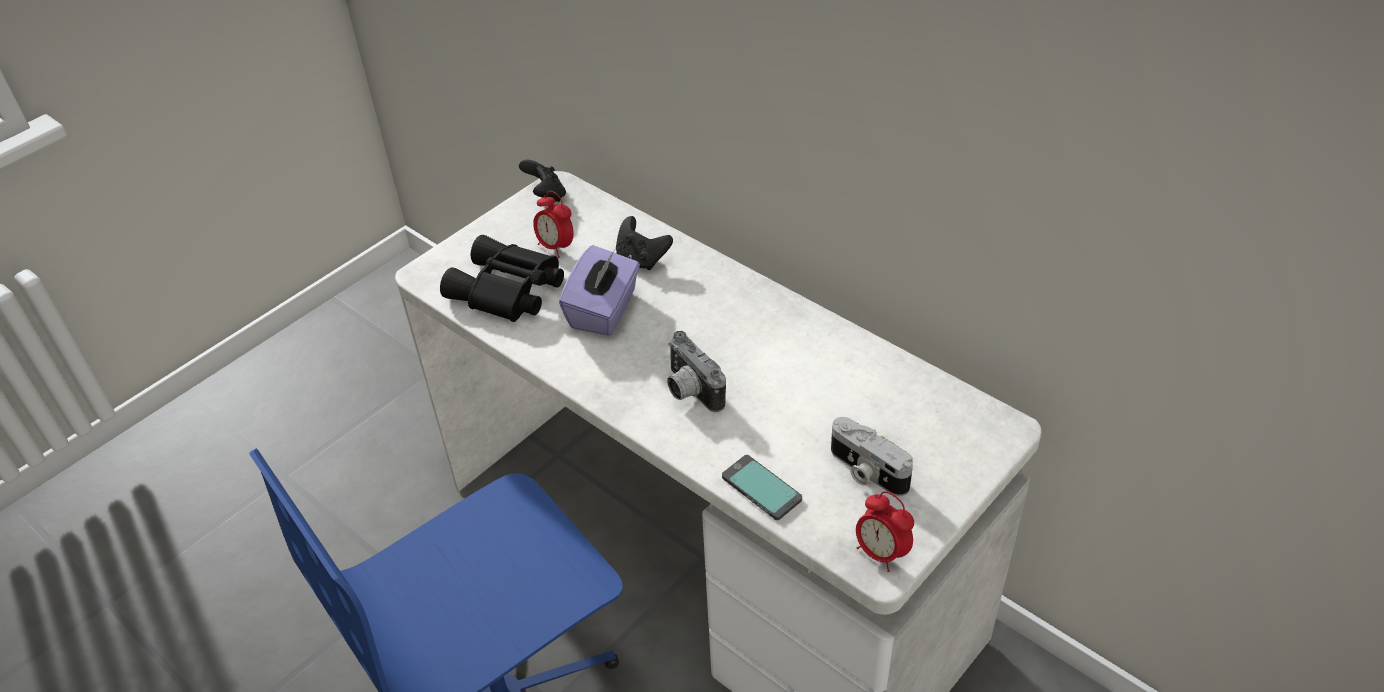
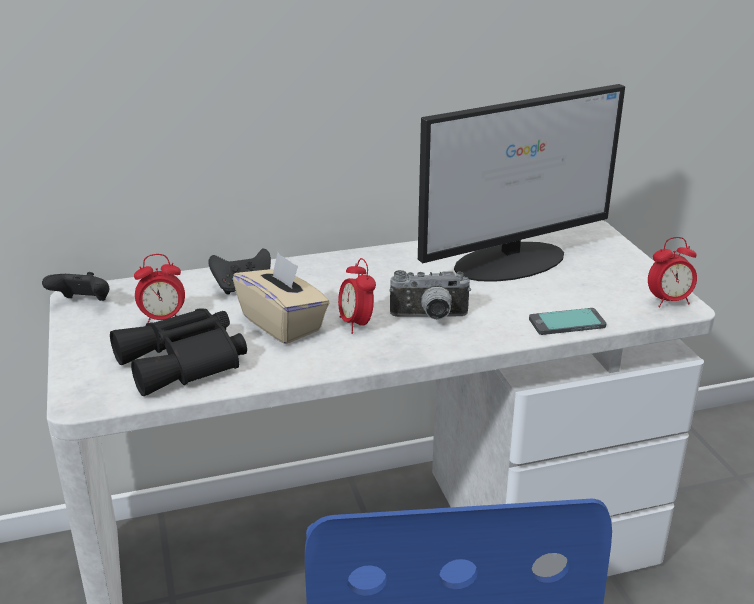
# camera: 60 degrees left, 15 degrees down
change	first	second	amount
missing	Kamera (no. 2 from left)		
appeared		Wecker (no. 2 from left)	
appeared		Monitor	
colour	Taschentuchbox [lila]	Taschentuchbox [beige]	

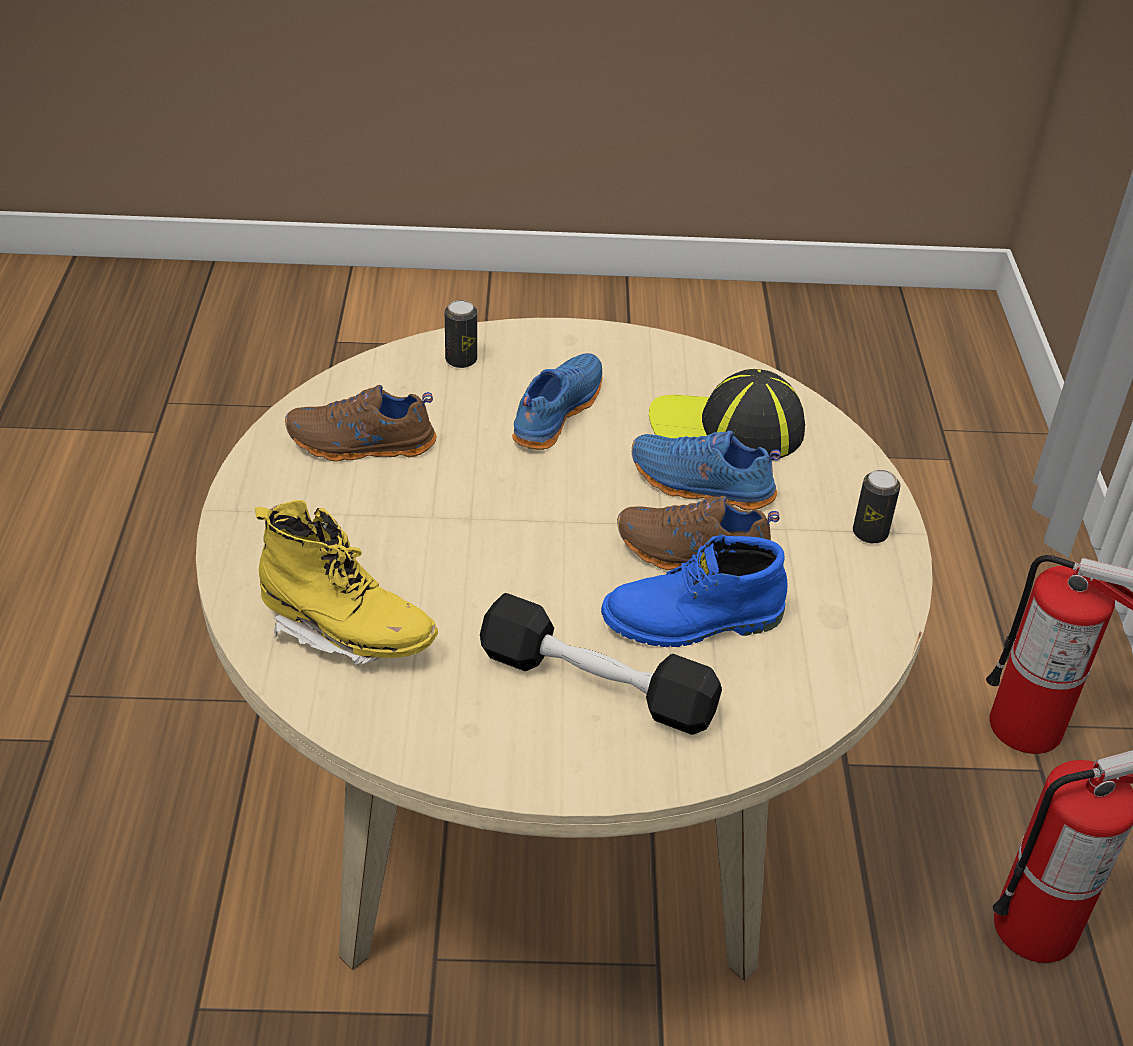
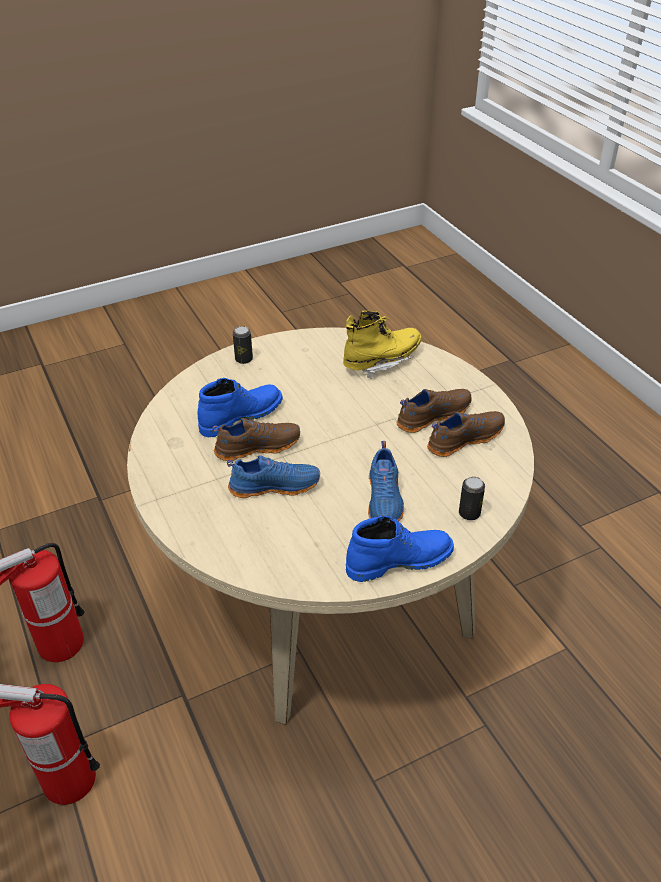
# camera: 155 degrees right, 0 degrees up
change	first	second	amount
missing	Hantel [schwarz]		
missing	Kappe		
appeared		Stiefel [blau] (no. 2 from left)	
appeared		Schuh [braun] (no. 2 from left)	
relocated	Dose (no. 2 from left in the first image)	Dose (no. 1 from left)	
spun	Stiefel [gelb]		150 degrees clockwise

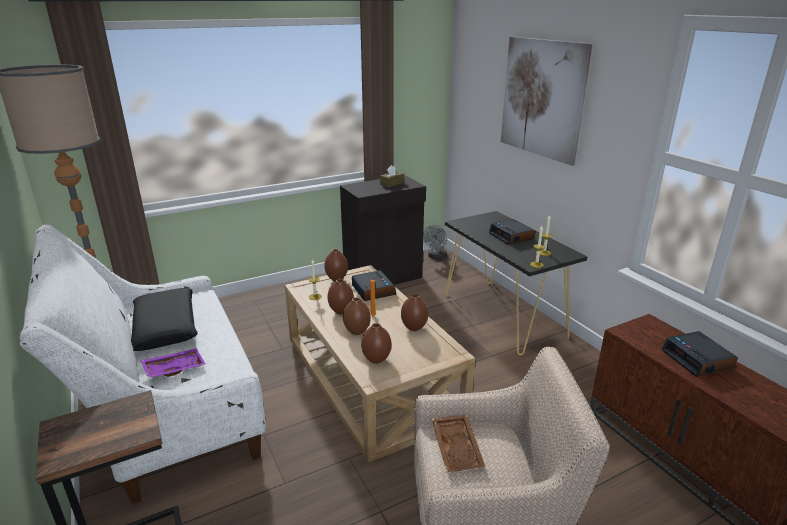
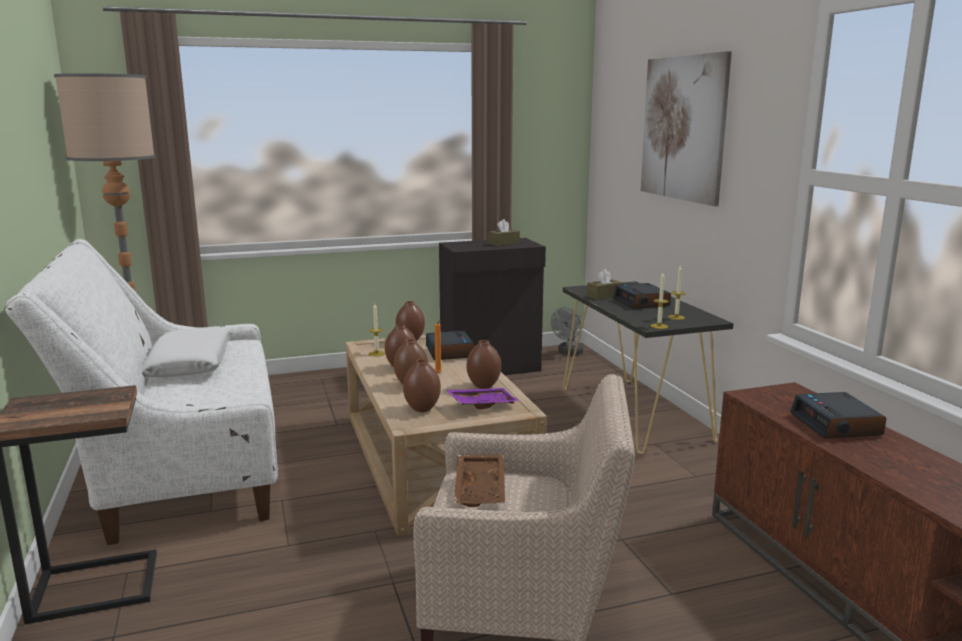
# camera: 10 degrees right, 10 degrees down
change	first	second	amount
appeared		Taschentuchbox [braun] (no. 2 from left)	
relocated	Tablett [lila]		
colour	Kissen [schwarz]	Kissen [weiß]	

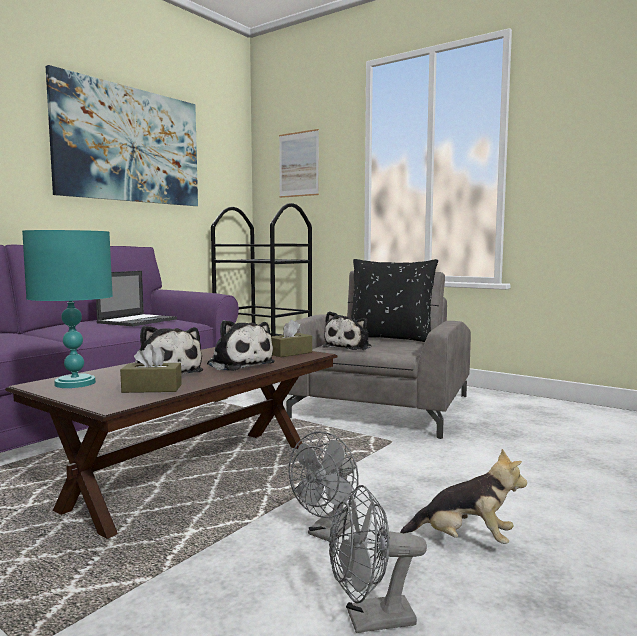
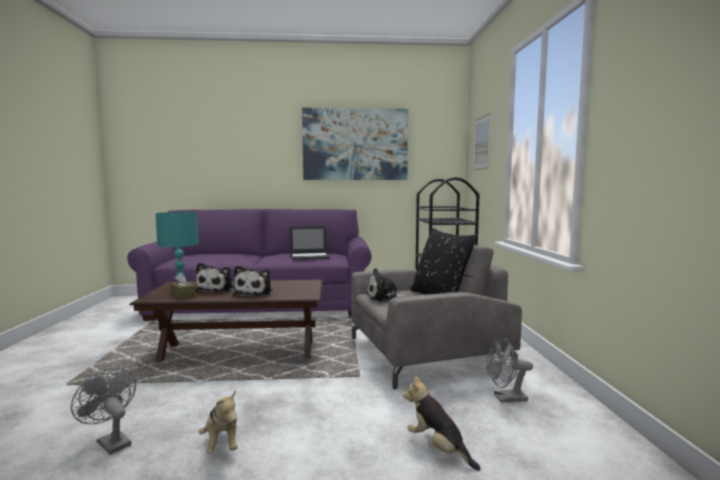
# camera: 50 degrees right, 0 degrees up
change	first	second	amount
missing	Taschentuchbox [braun] (no. 2 from left)		
appeared		Plüschtier (no. 5 from left)	
relocated	Ventilator [grau] (no. 1 from left in the first image)	Ventilator [grau] (no. 2 from left)	

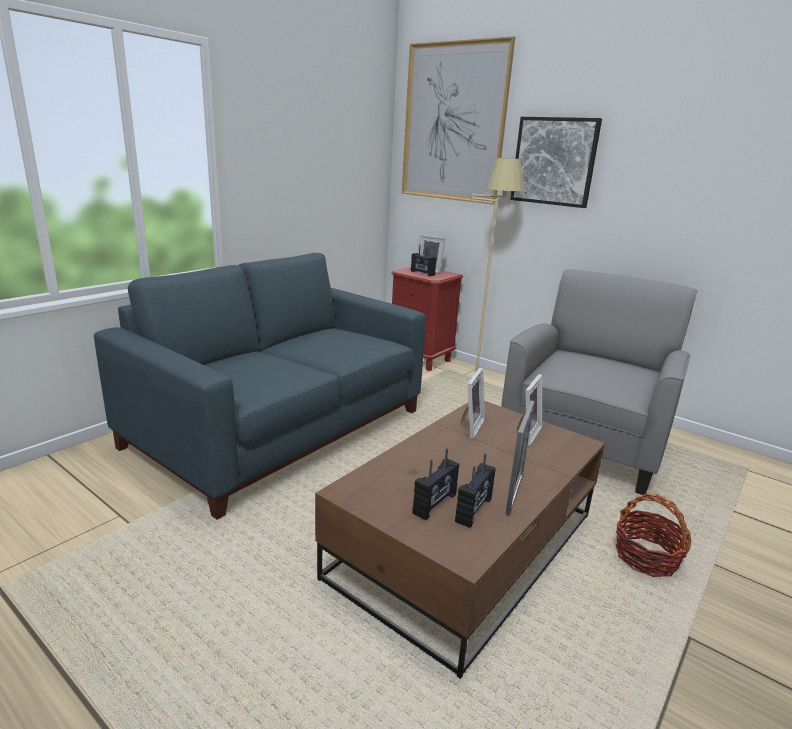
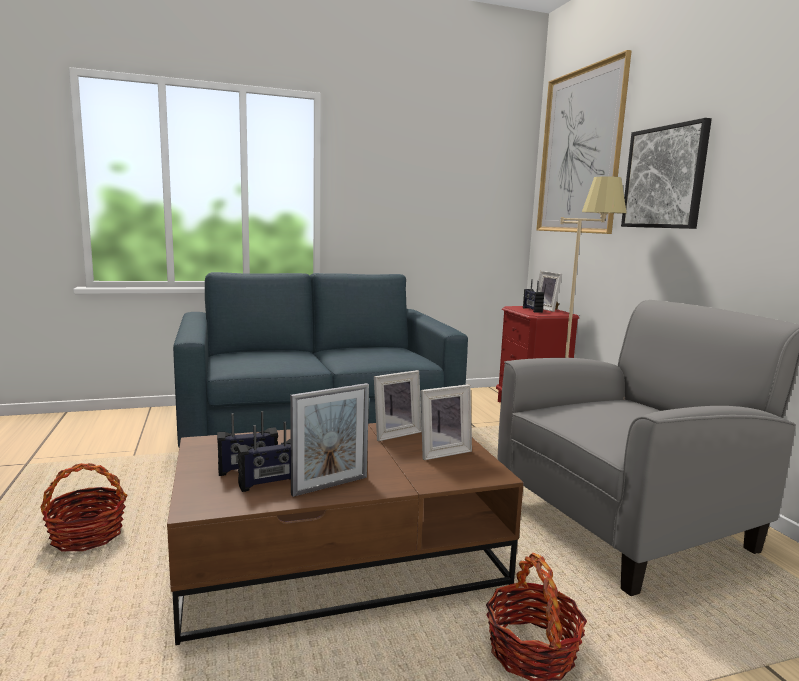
# camera: 35 degrees right, 10 degrees down
change	first	second	amount
appeared		Korb (no. 1 from left)	

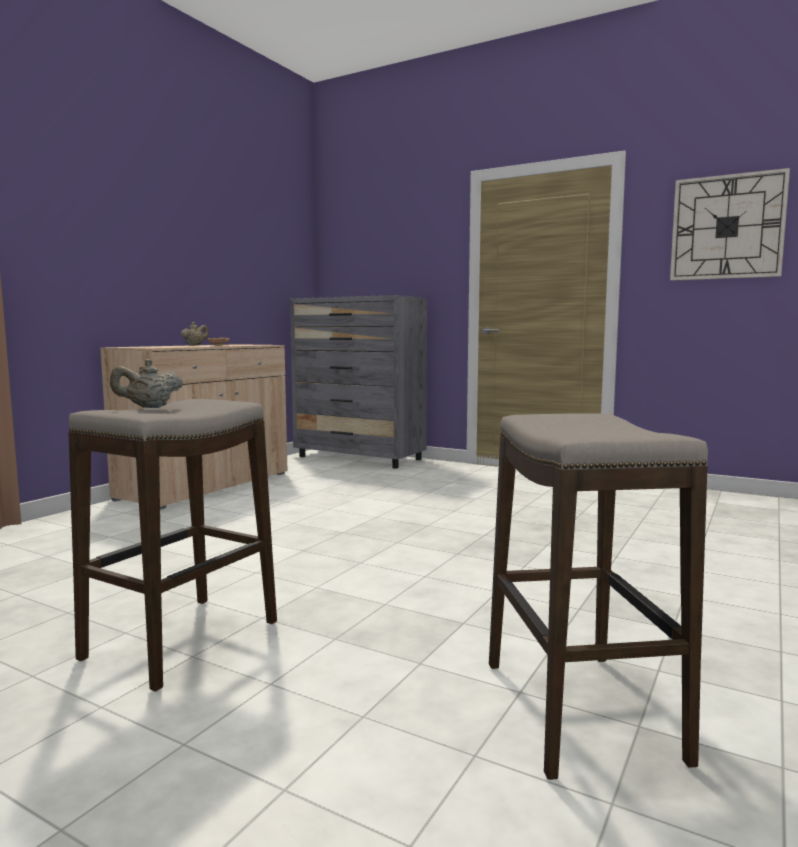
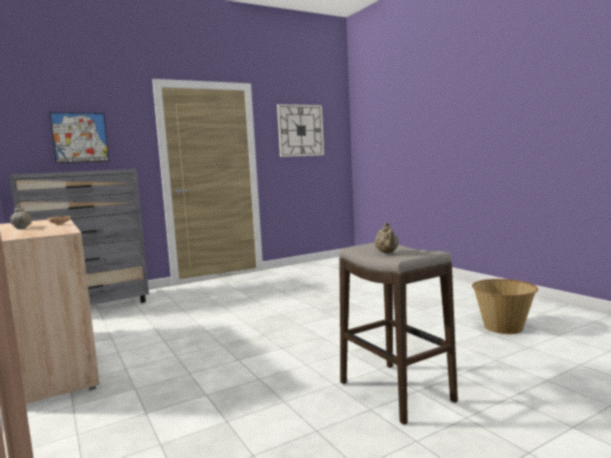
# camera: 60 degrees left, 0 degrees up
change	first	second	amount
appeared		Bild	
exchanged	Hocker (no. 2 from left)	Korb	

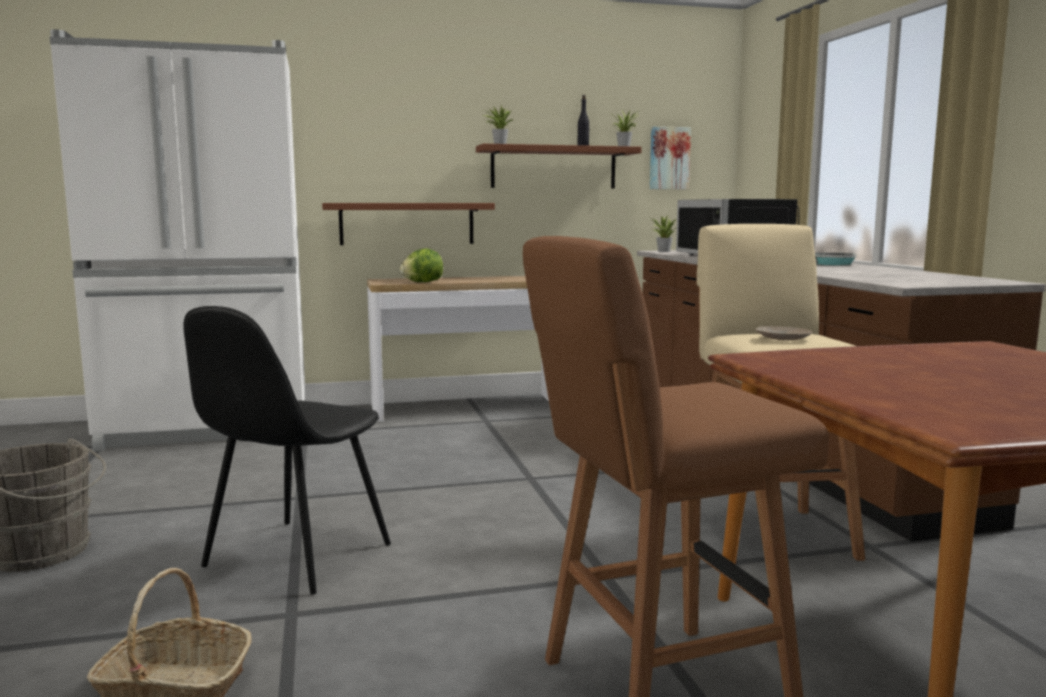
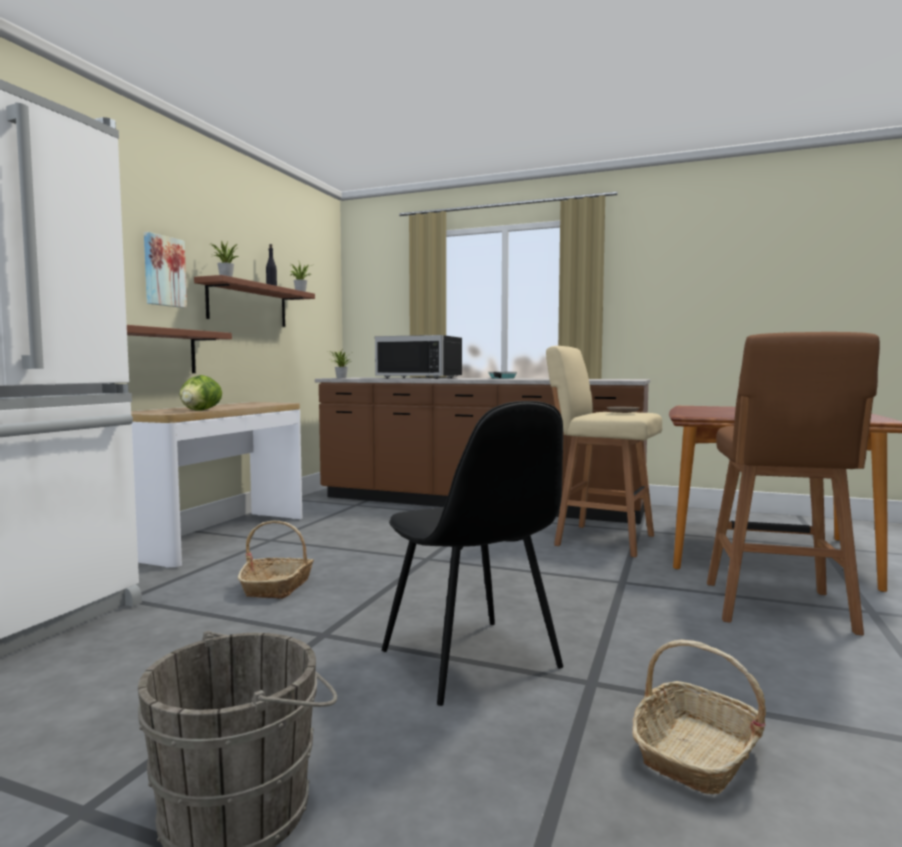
# camera: 55 degrees left, 5 degrees down
change	first	second	amount
appeared		Korb (no. 1 from left)	
relocated	Bild		

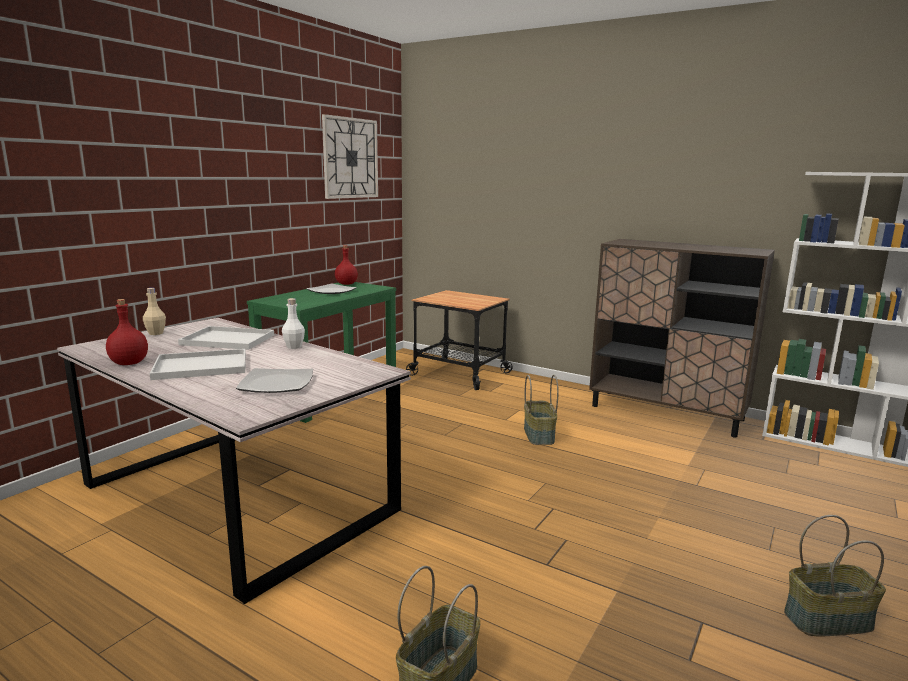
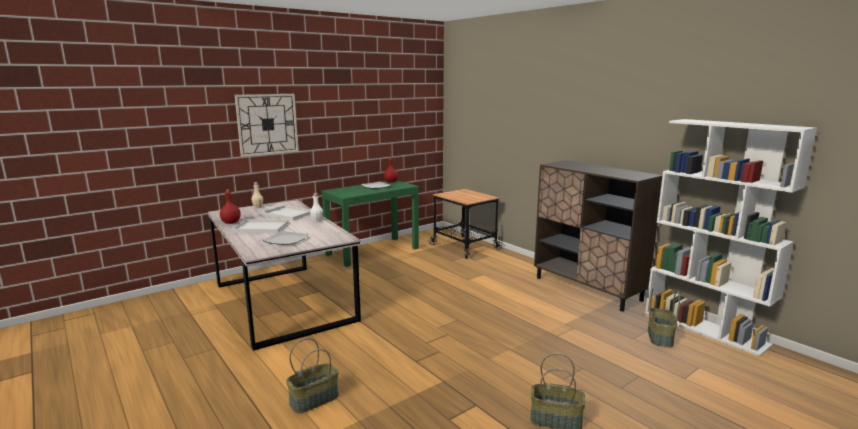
# camera: 20 degrees right, 0 degrees up
change	first	second	amount
relocated	Wanduhr		
relocated	Korb (no. 2 from left in the first image)	Korb (no. 3 from left)	

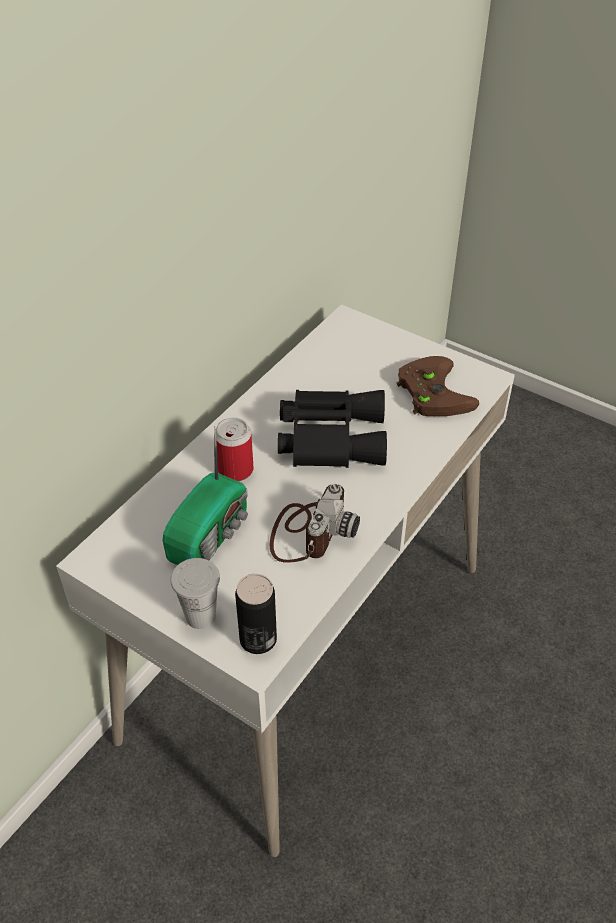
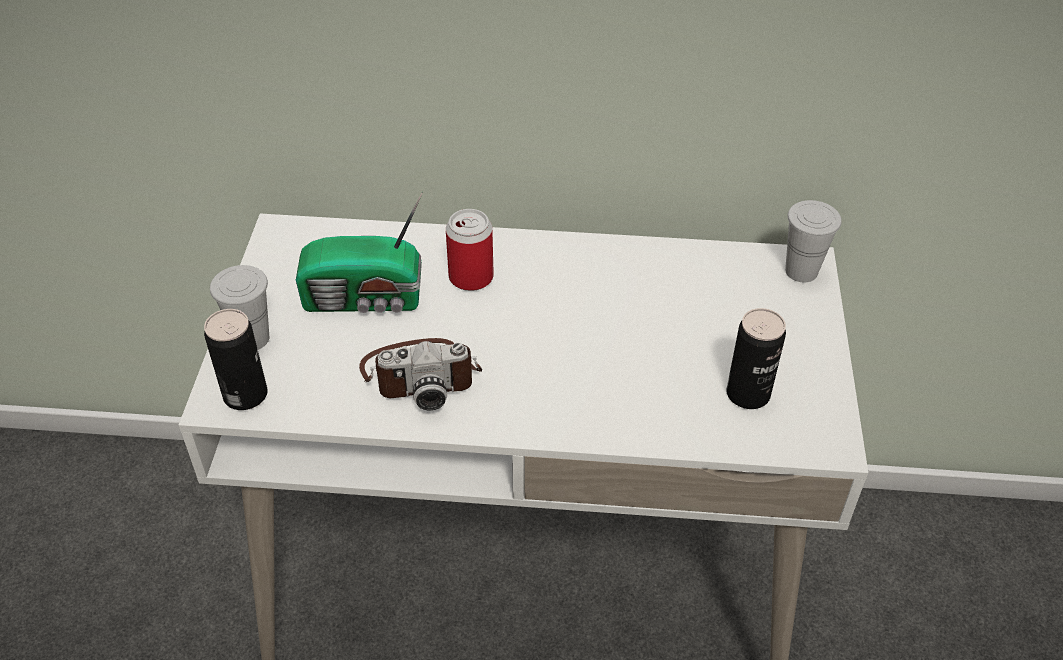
# camera: 60 degrees right, 0 degrees up
change	first	second	amount
missing	Fernglas [schwarz]		
appeared		Tasse [weiß] (no. 2 from left)	
exchanged	Gamepad [braun]	Dose (no. 3 from left)	

